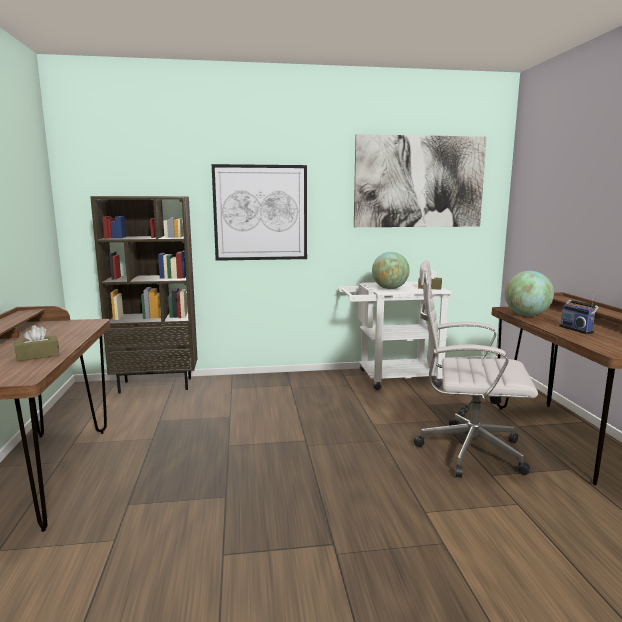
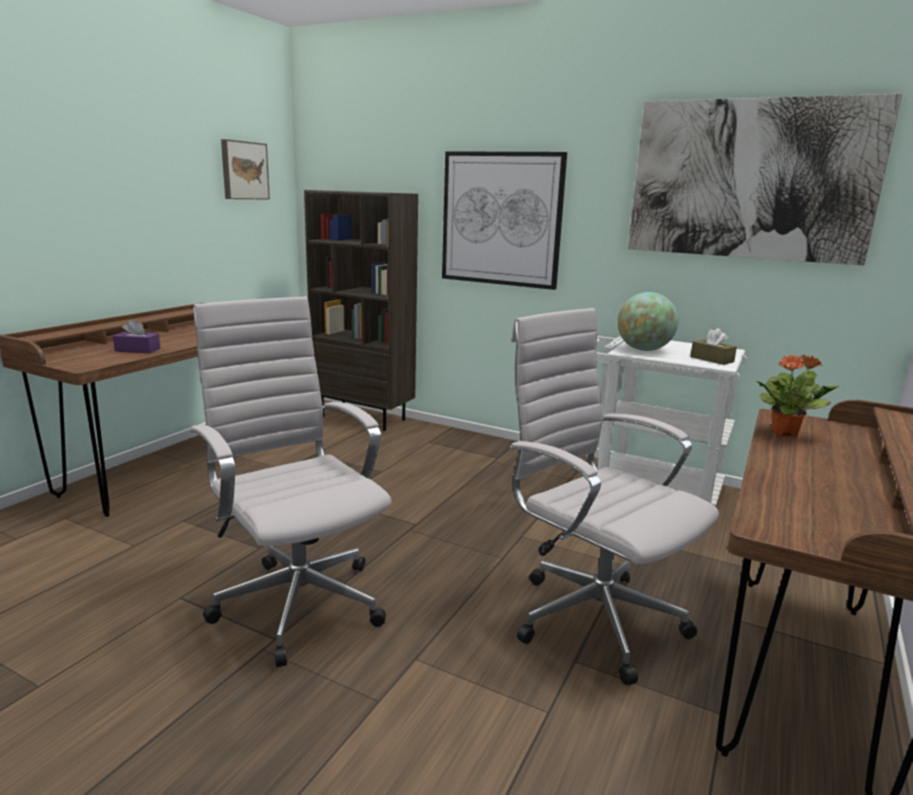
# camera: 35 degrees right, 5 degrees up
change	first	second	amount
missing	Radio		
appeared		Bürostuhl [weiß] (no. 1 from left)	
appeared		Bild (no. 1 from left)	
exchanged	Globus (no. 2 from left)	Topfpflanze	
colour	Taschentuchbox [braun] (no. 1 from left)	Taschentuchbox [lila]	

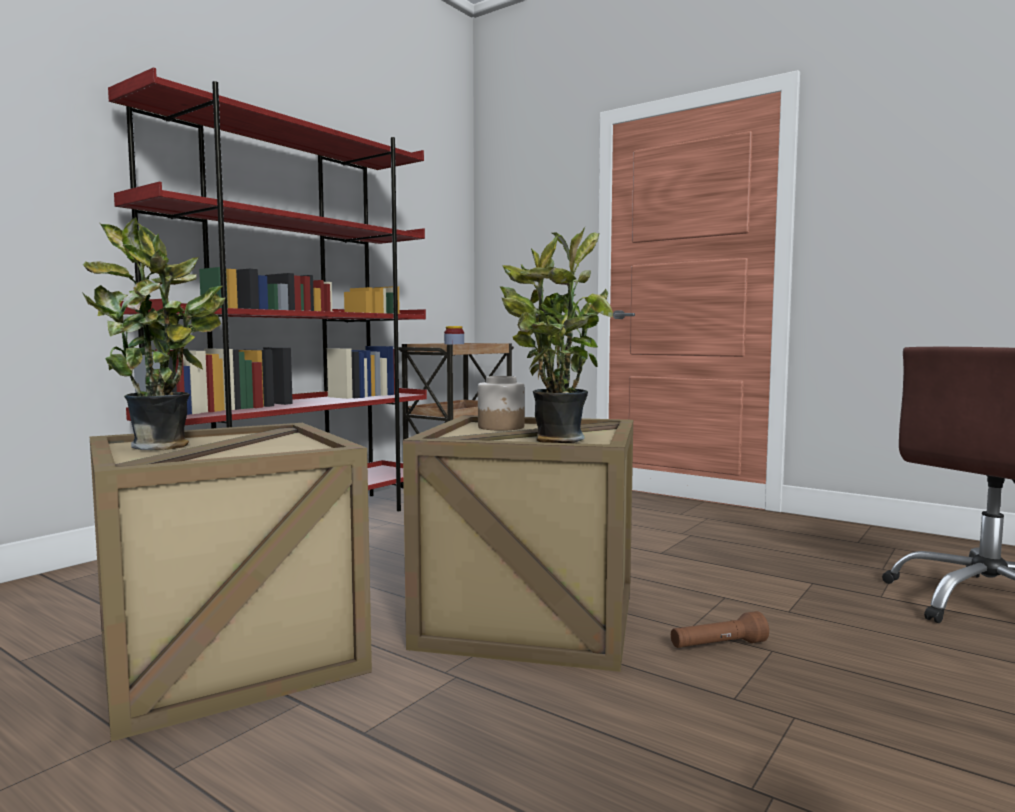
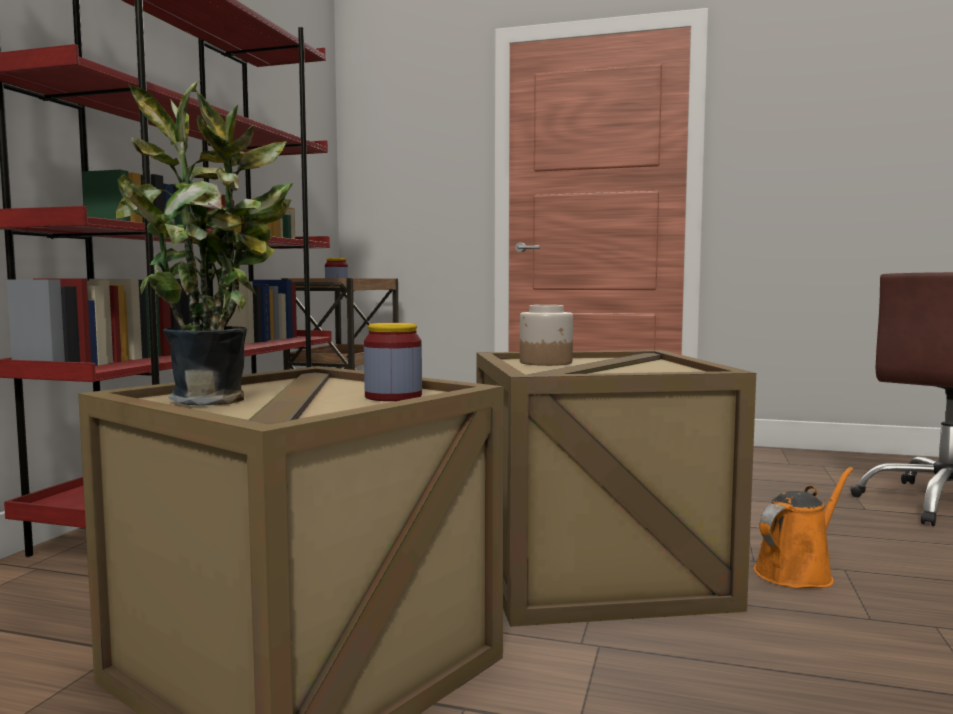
# camera: 20 degrees left, 0 degrees up
change	first	second	amount
missing	Topfpflanze (no. 2 from left)		
appeared		Vorratsglas (no. 2 from left)	
exchanged	Taschenlampe [braun]	Gießkanne [orange]	

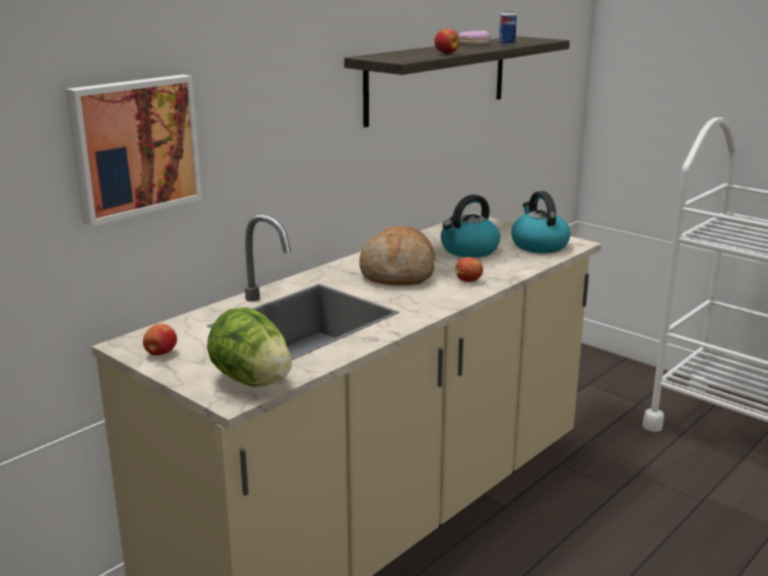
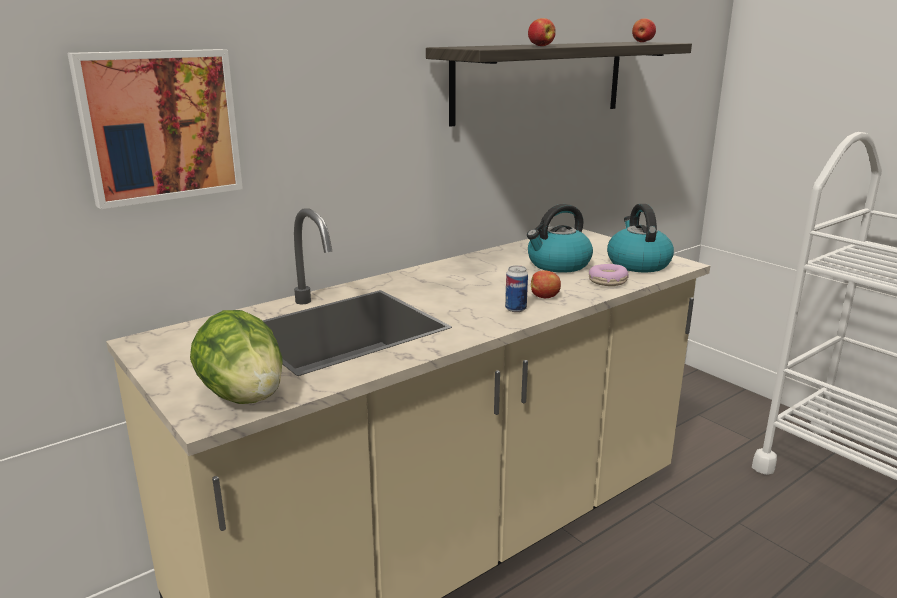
# camera: 10 degrees right, 0 degrees up
change	first	second	amount
missing	Brot		
relocated	Apfel (no. 1 from left in the first image)	Apfel (no. 3 from left)	
relocated	Donut		
relocated	Dose		

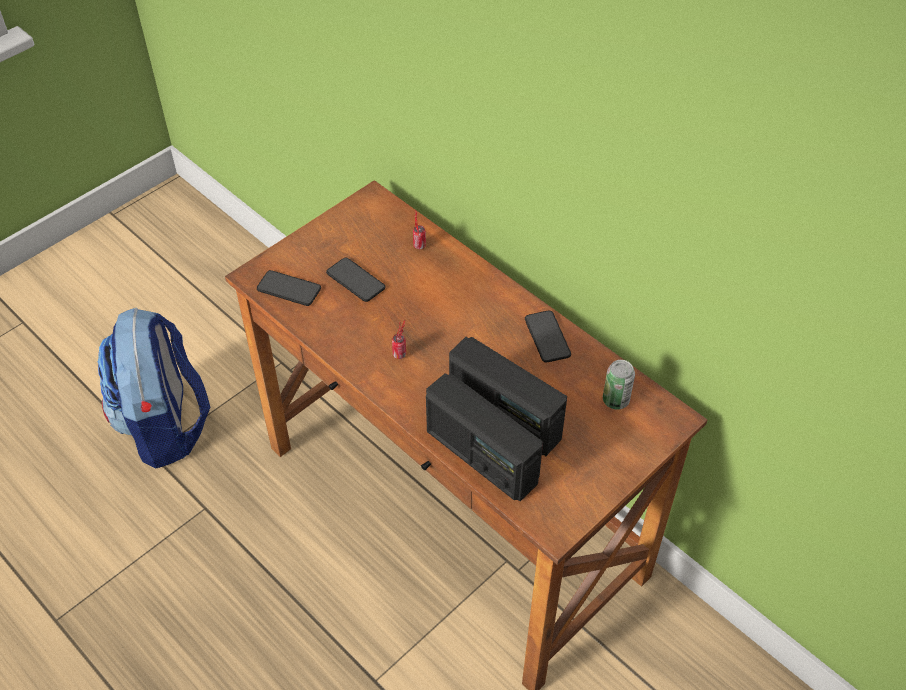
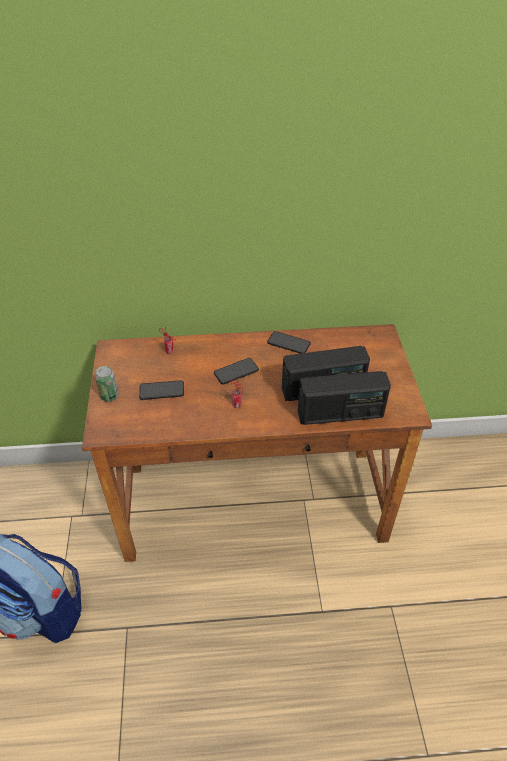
# camera: 50 degrees left, 5 degrees down
change	first	second	amount
relocated	Handy (no. 1 from left in the first image)	Handy (no. 2 from left)	
relocated	Dose (no. 3 from left in the first image)	Dose (no. 1 from left)	

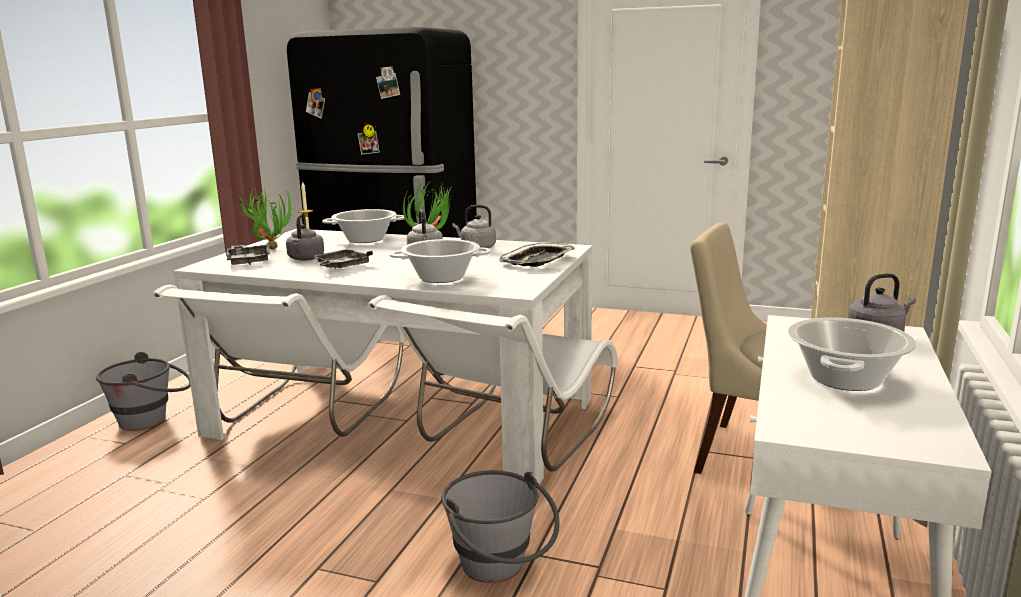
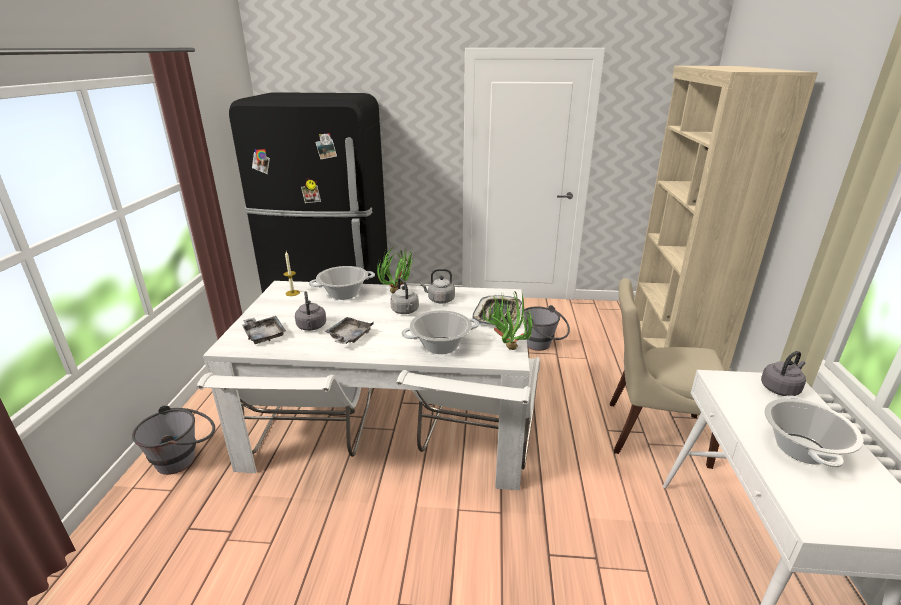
# camera: 15 degrees left, 10 degrees up
change	first	second	amount
relocated	Topfpflanze (no. 1 from left in the first image)	Topfpflanze (no. 2 from left)	
relocated	Eimer [grau] (no. 2 from left)		

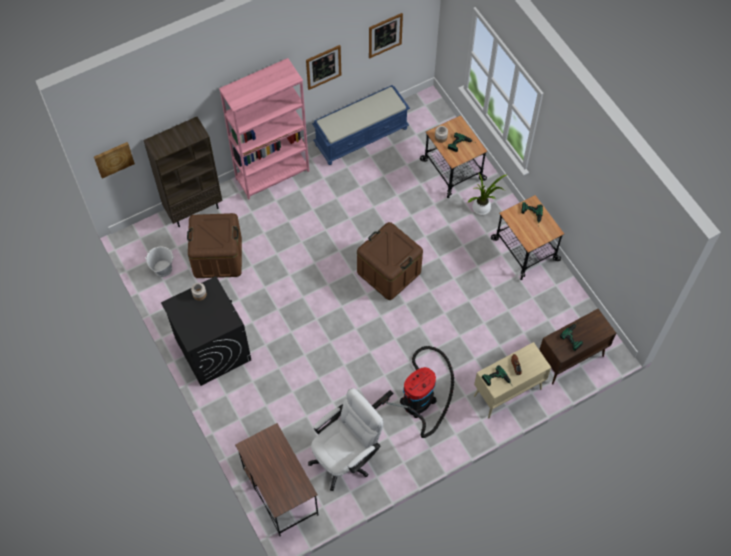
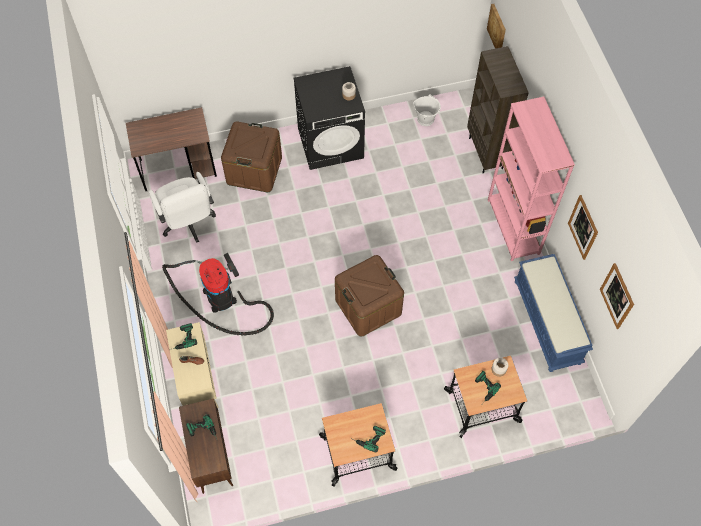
# camera: 105 degrees right, 0 degrees up
change	first	second	amount
missing	Topfpflanze		
relocated	Aufbewahrungsbox [braun] (no. 1 from left)		

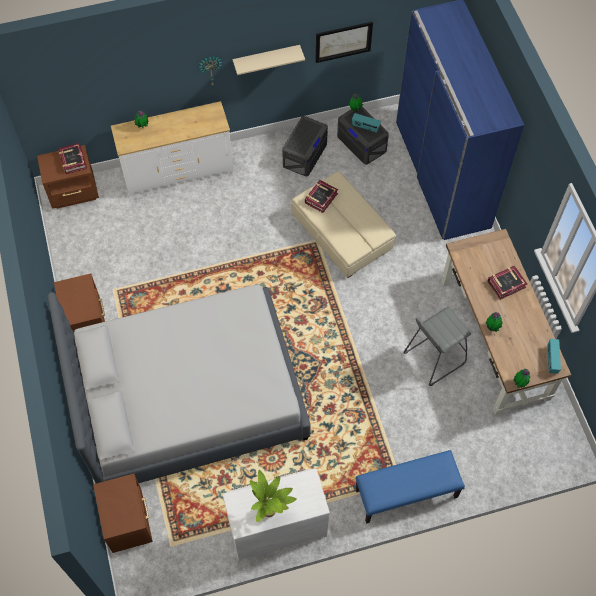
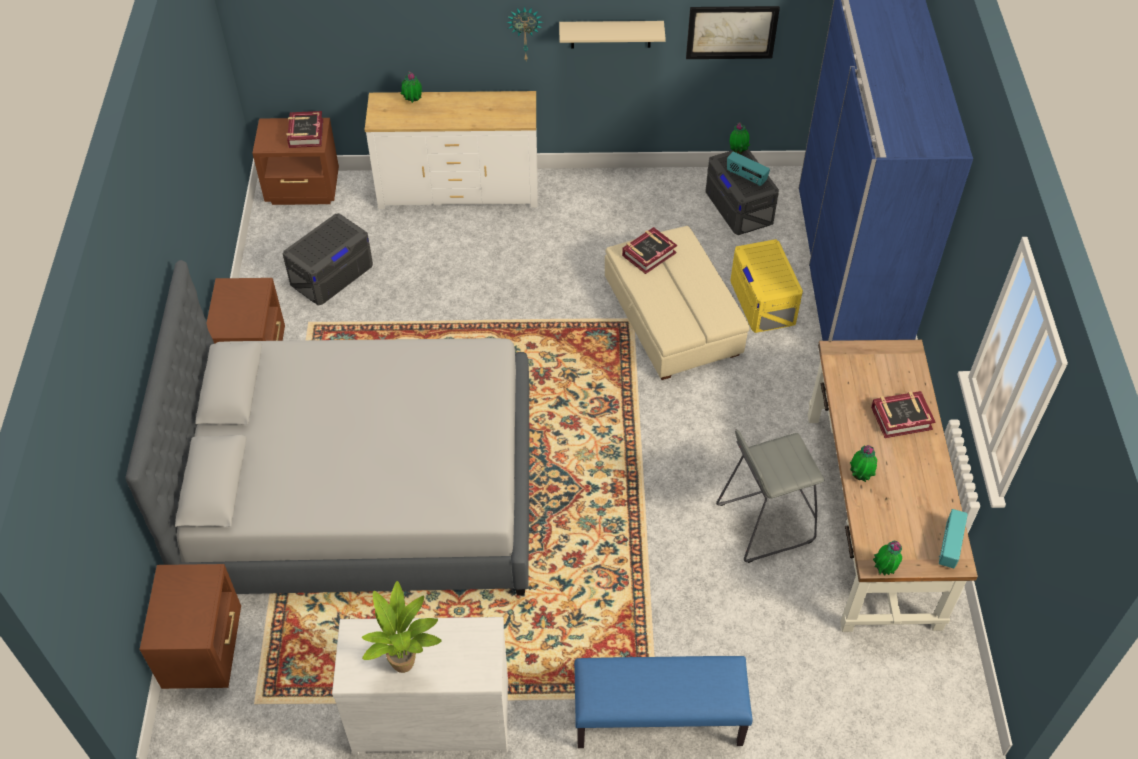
# camera: 15 degrees right, 10 degrees down
change	first	second	amount
appeared		Aufbewahrungsbox [gelb]	
relocated	Aufbewahrungsbox [grau] (no. 1 from left)		

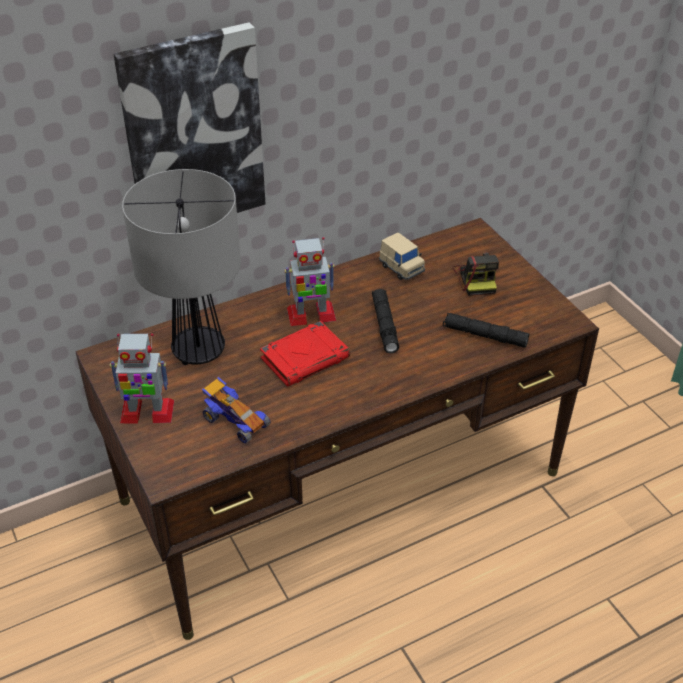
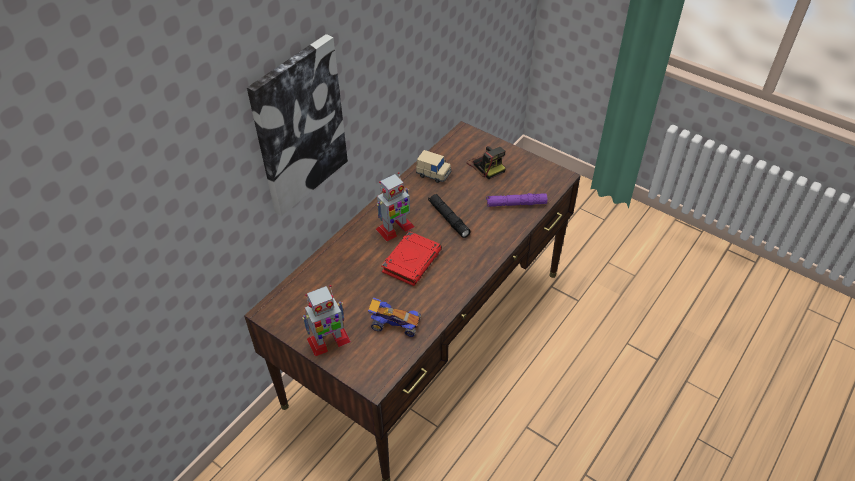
# camera: 25 degrees left, 5 degrees up
change	first	second	amount
missing	Tischlampe		
colour	Taschenlampe [schwarz] (no. 2 from left)	Taschenlampe [lila]	

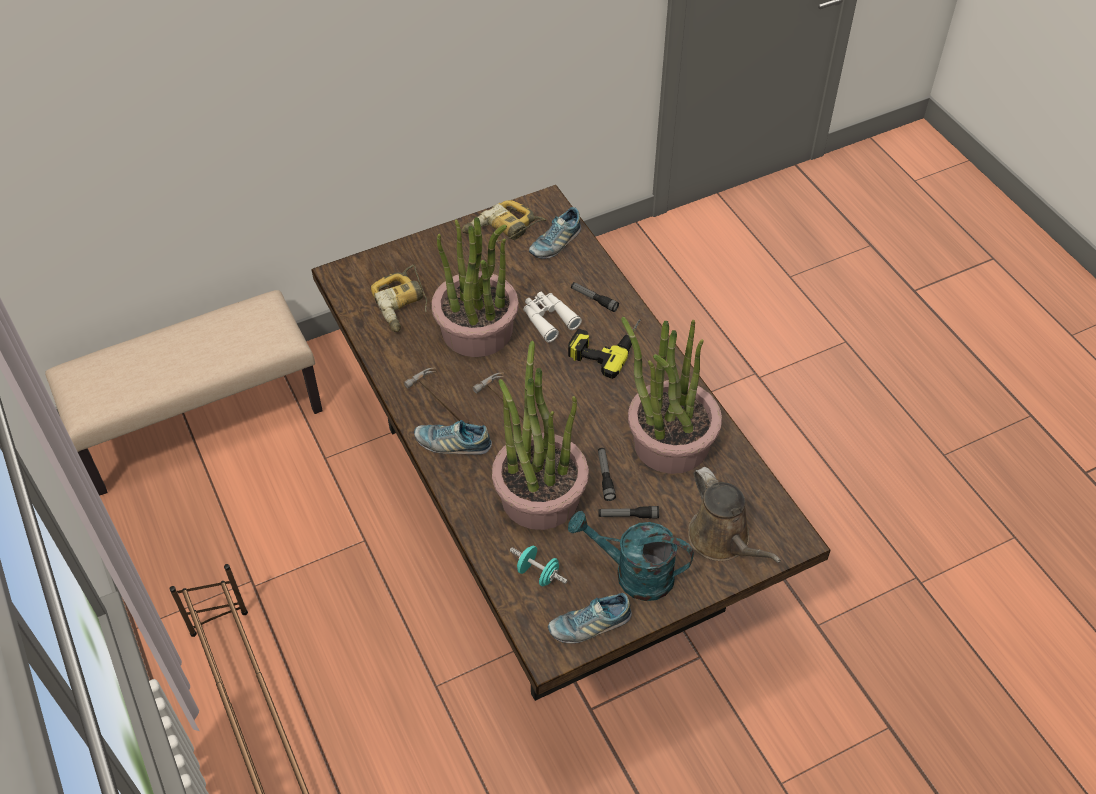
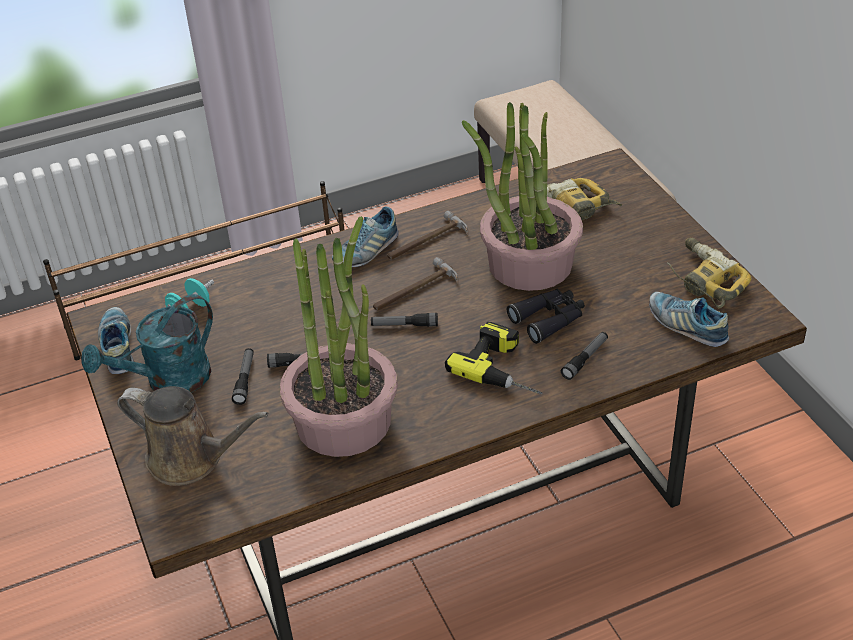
# camera: 95 degrees right, 10 degrees down
change	first	second	amount
missing	Topfpflanze (no. 2 from left)		
appeared		Taschenlampe (no. 3 from left)	
colour	Fernglas [weiß]	Fernglas [schwarz]	
spun	Schuh (no. 1 from left in the first image)	Schuh (no. 2 from left)	150 degrees counterclockwise
spun	Gießkanne [türkis]		150 degrees counterclockwise
spun	Gießkanne [braun]		135 degrees counterclockwise

